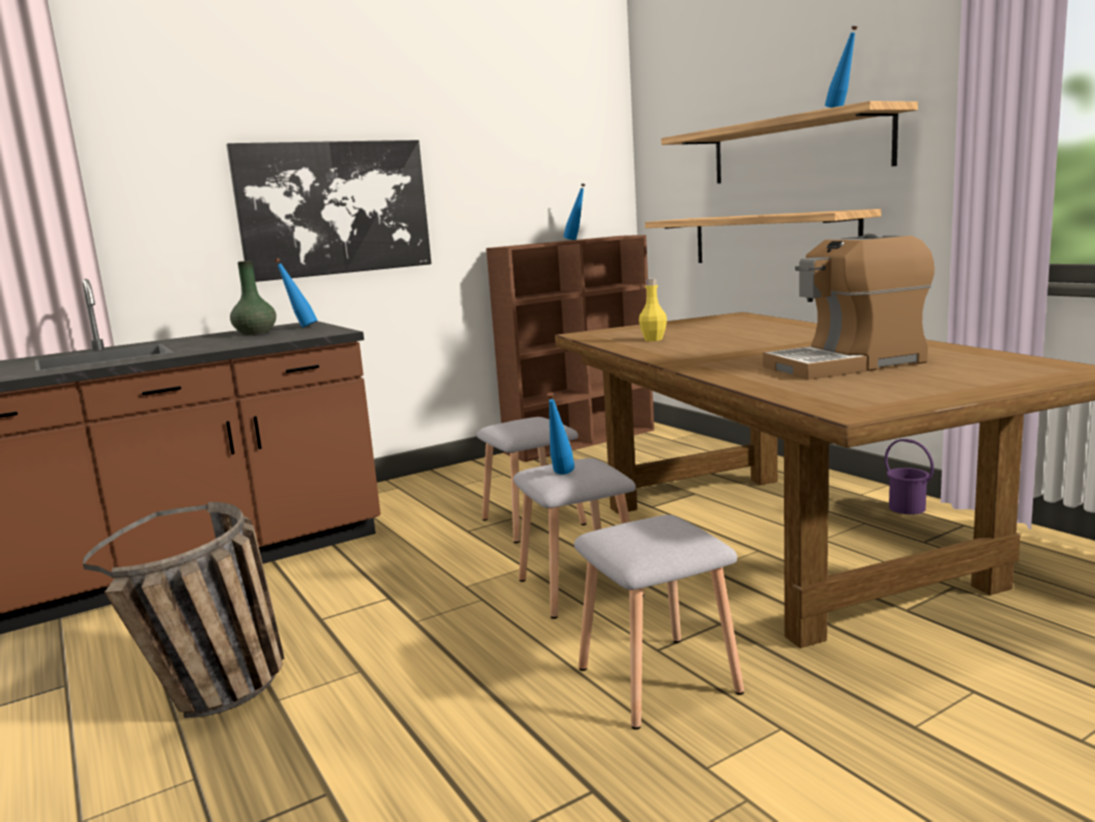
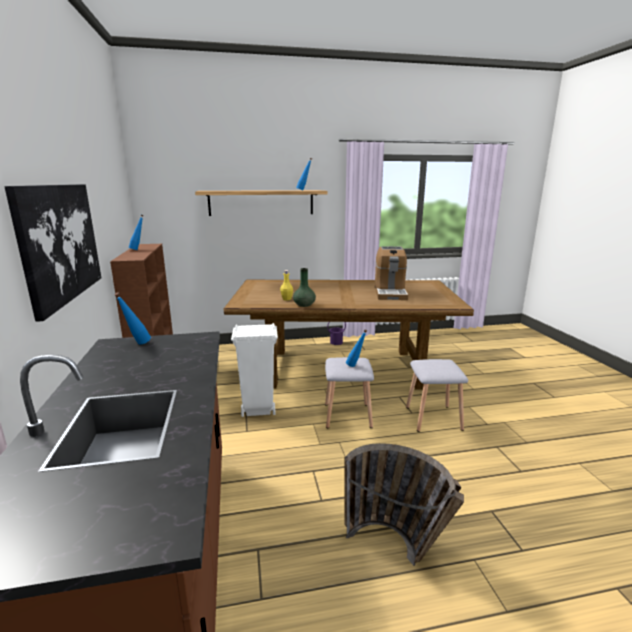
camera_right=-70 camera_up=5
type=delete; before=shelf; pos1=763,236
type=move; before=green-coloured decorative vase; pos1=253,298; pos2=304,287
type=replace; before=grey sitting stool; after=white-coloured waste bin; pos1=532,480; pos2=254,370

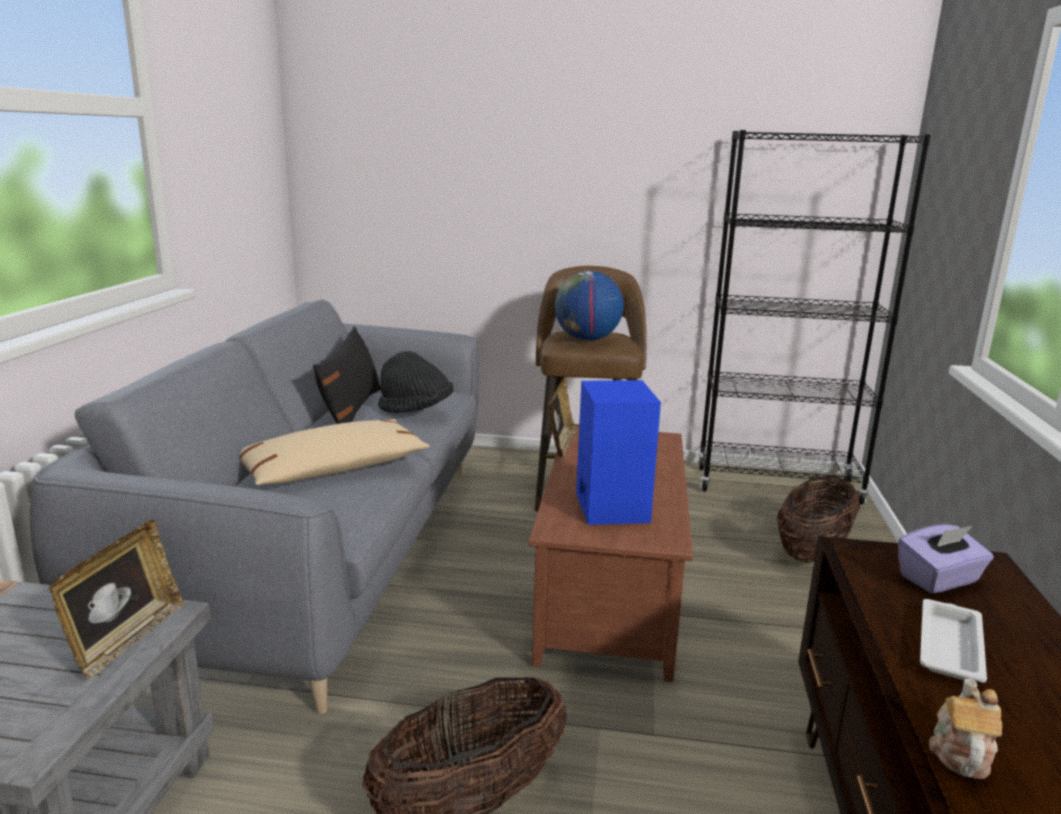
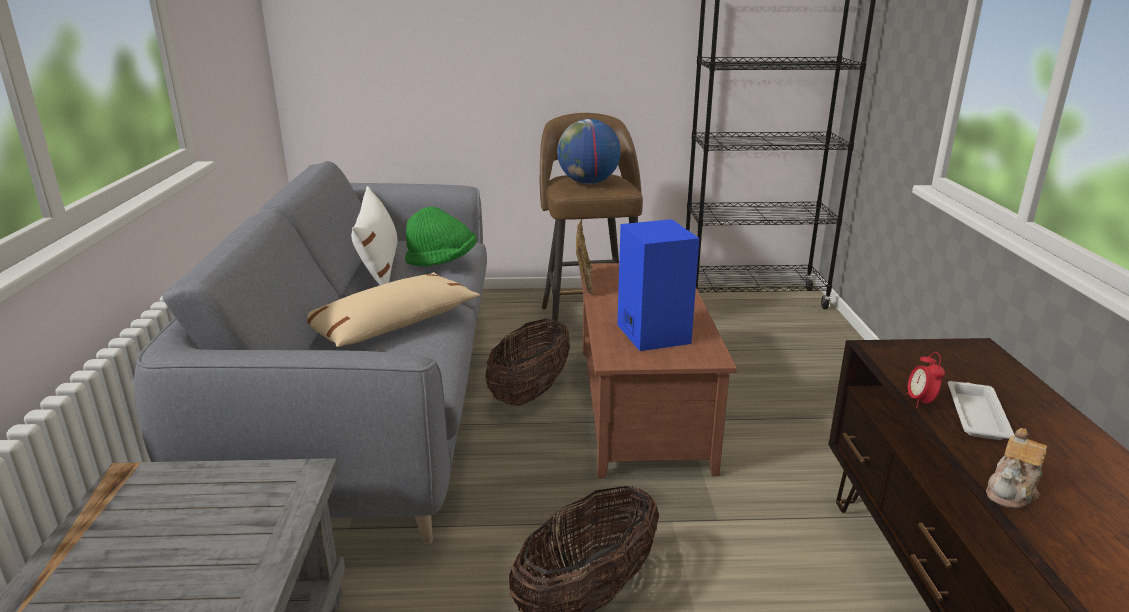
camera_right=-10 camera_up=5
type=delete; before=standing frame; pos1=117,600
type=delete; before=purplish tissue holder; pos1=946,558
type=insert; after=table clock; pos2=925,380
type=move; before=storage basket; pos1=818,519; pos2=527,362
type=recolor; before=black-coloured throw pillow; after=white-coloured throw pillow; pos1=347,375; pos2=374,235
type=recolor; before=black-coloured clothing hat; after=green-coloured clothing hat; pos1=416,382; pos2=440,236
type=rotate; before=teapot; pos1=965,728; pos2=1016,468; turn=-150

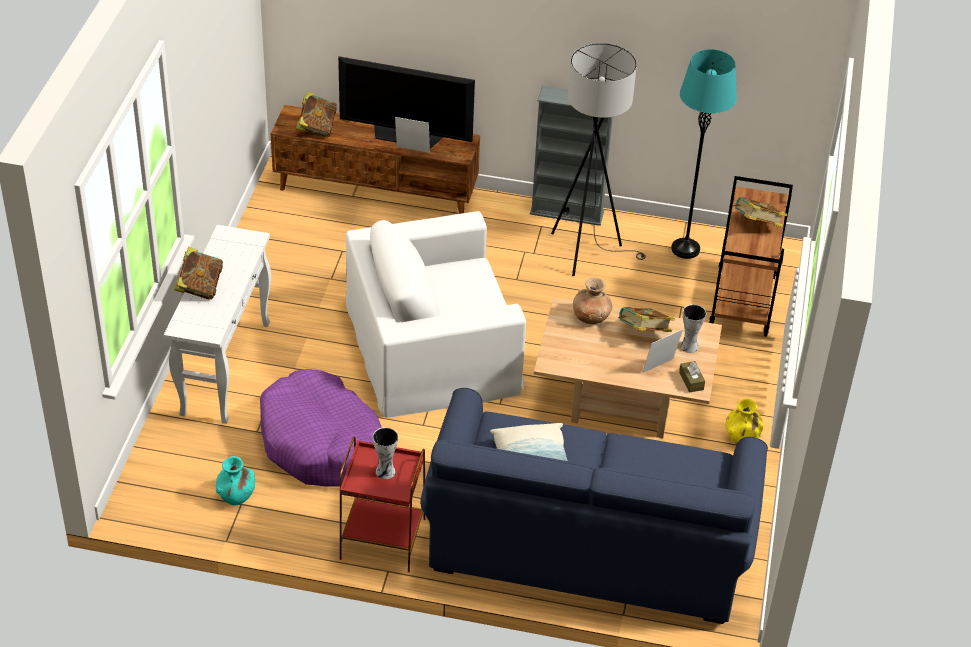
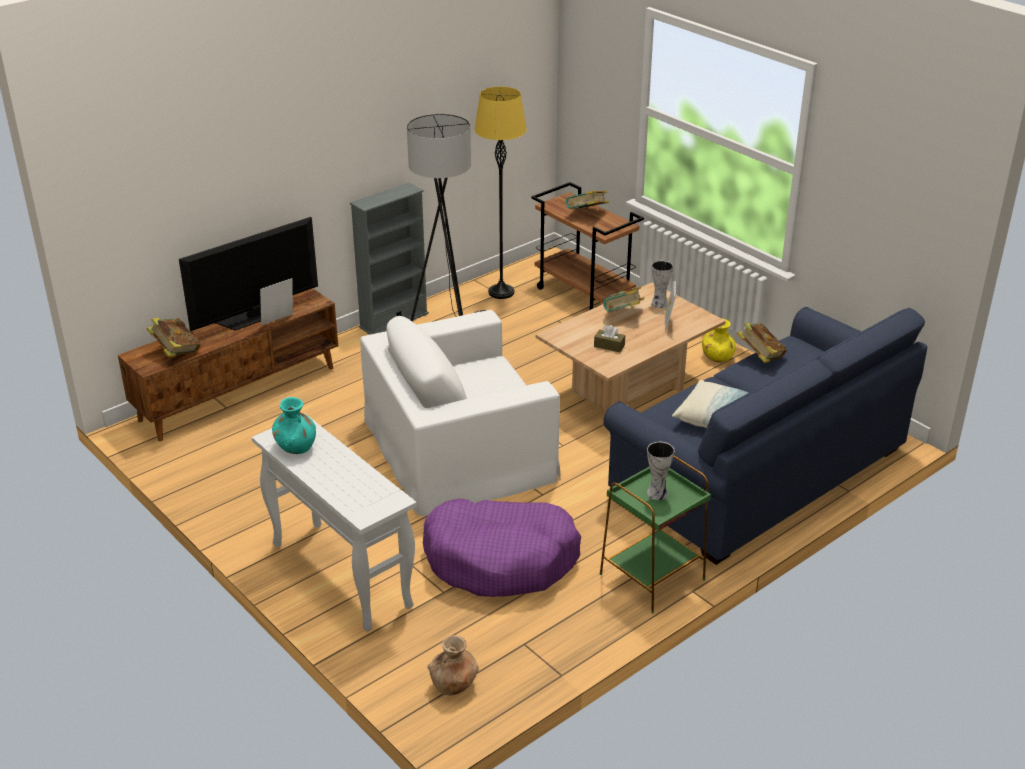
camera_right=-50 camera_up=-10
type=move; before=volume; pos1=198,273; pos2=761,343
type=move; before=blue-green decorative vase; pos1=235,481; pos2=294,425
type=move; before=brown-coloured decorative vase; pos1=592,301; pos2=453,665
type=move; before=brown-coloured tissue holder; pos1=692,377; pos2=609,338
type=recolor; before=reddish end table; after=green-coloured end table; pos1=382,504; pos2=655,534
type=recolor; before=blue-green floor lamp; after=yellowish floor lamp; pos1=704,154; pos2=500,192
type=rotate; before=white-coloured lounge chair; pos1=436,314; pos2=460,413; turn=45

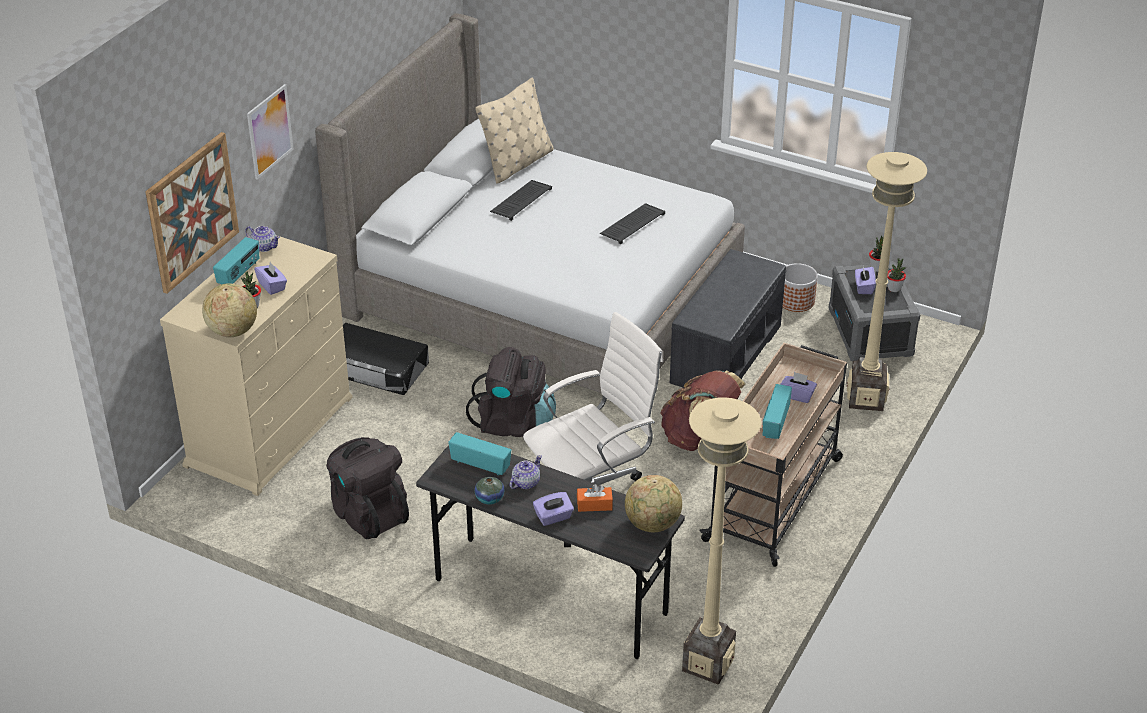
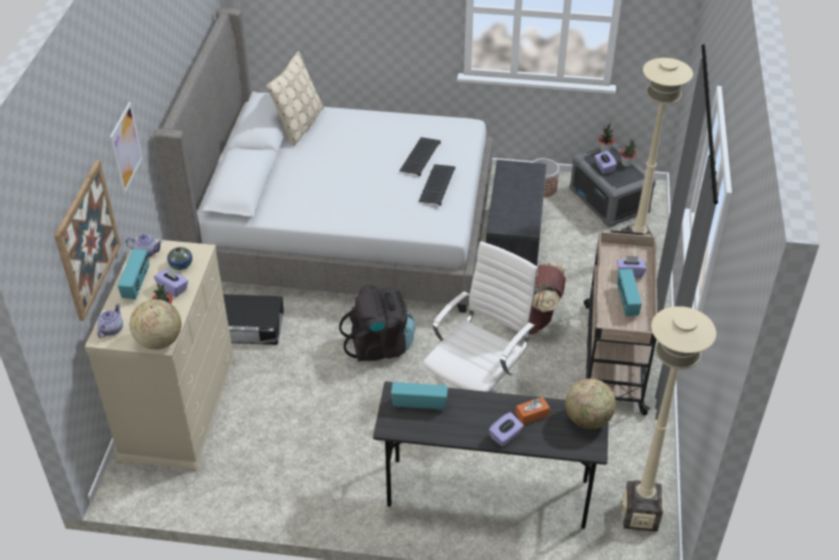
camera_right=-20 camera_up=5
type=delete; before=black-coloured rucksack; pos1=367,488
type=move; before=decorative vase; pos1=490,491; pos2=179,258
type=move; before=PC keyboard; pos1=521,200; pos2=437,185
type=move; before=teapot; pos1=526,472; pos2=110,320

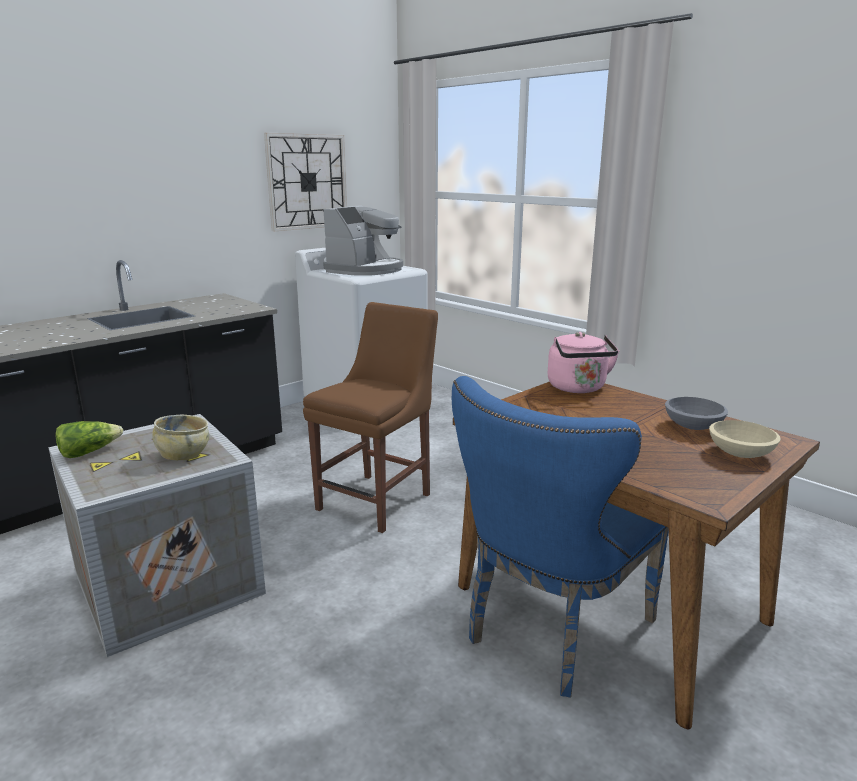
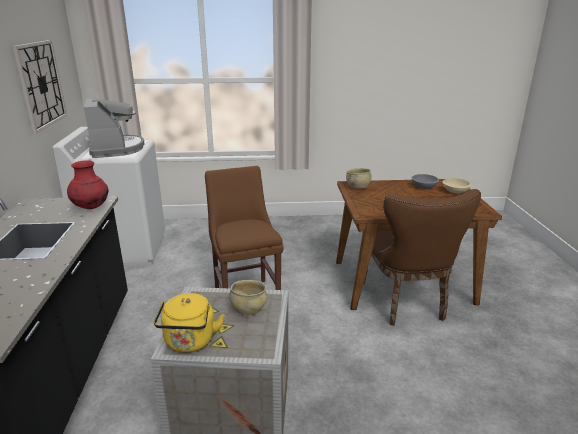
camera_right=-50 camera_up=5
type=insert; after=reddish decorative vase; pos2=87,184
type=replace; before=lettuce head; after=yellowish tea kettle; pos1=89,439; pos2=189,323
type=replace; before=pink tea kettle; after=beige-coloured serving bowl; pos1=583,362; pos2=359,178
type=recolor; before=blue-coloured chair; after=brown-coloured chair; pos1=560,537; pos2=422,257

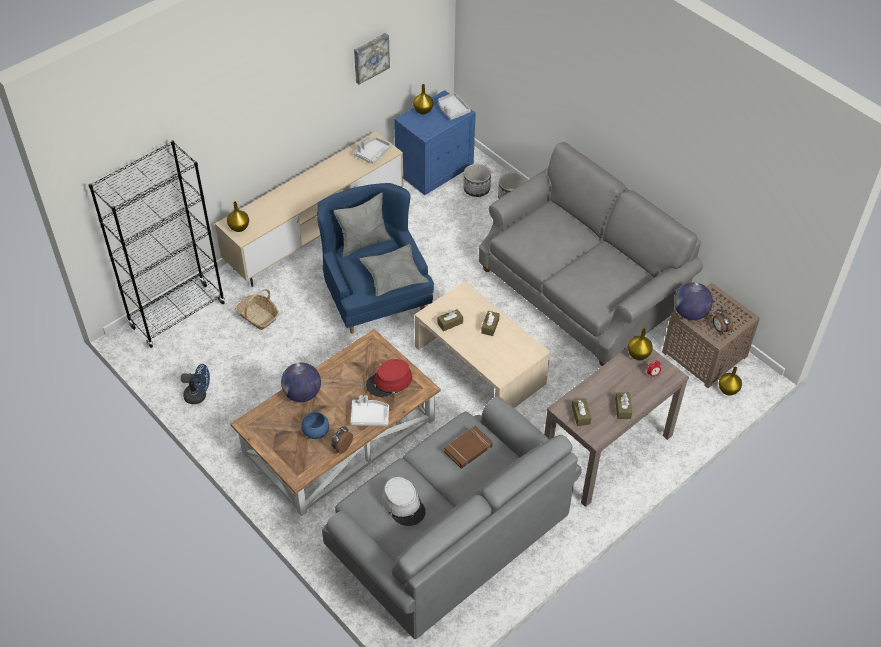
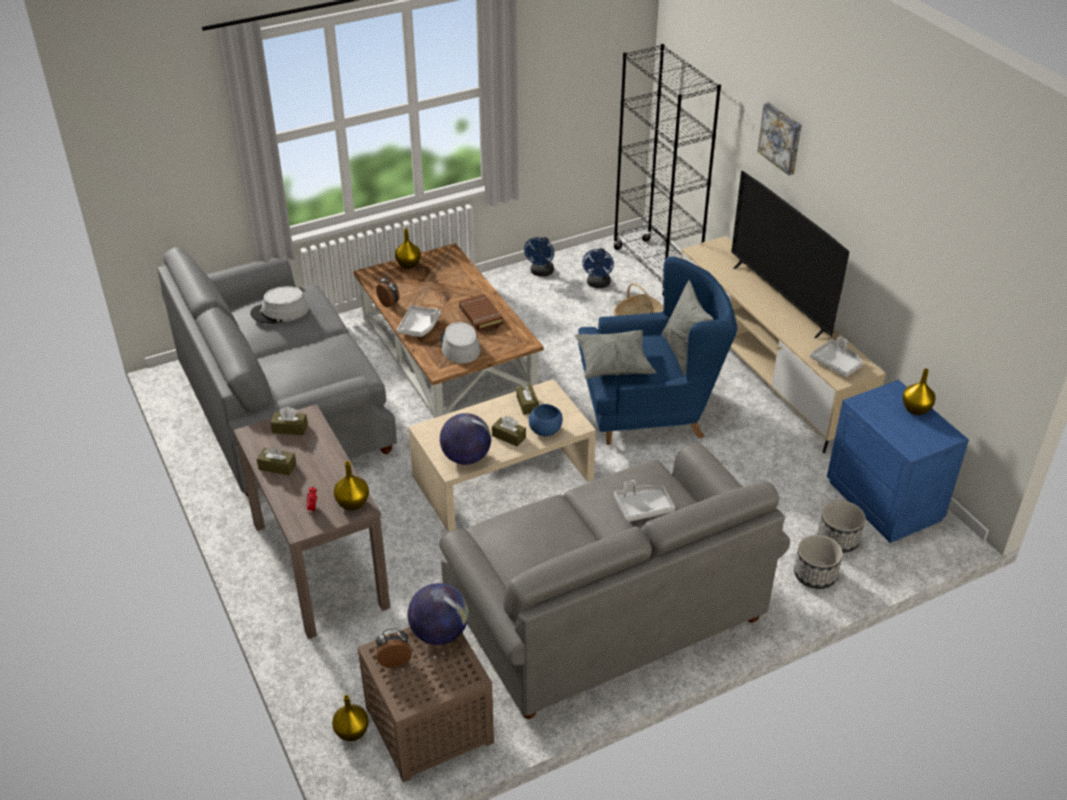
camera_right=105 camera_up=-10
type=insert; after=blue-coloured cooling fan; pos2=598,268
type=insert; after=TV set; pos2=790,254
type=move; before=yellowish decorative vase; pos1=238,216; pos2=408,249
type=move; before=desk globe; pos1=301,382; pos2=465,439
type=move; before=blue-coloured serving bowl; pos1=315,425; pos2=546,420
type=move; before=wall picture; pos1=372,59; pos2=780,138
type=move; before=grey serving tray; pos1=455,106; pos2=644,501
type=move; before=brown-coloured volume; pos1=468,447; pos2=481,312
type=recolor; before=reddish clothing hat; after=grey clothing hat; pos1=389,378; pos2=460,343

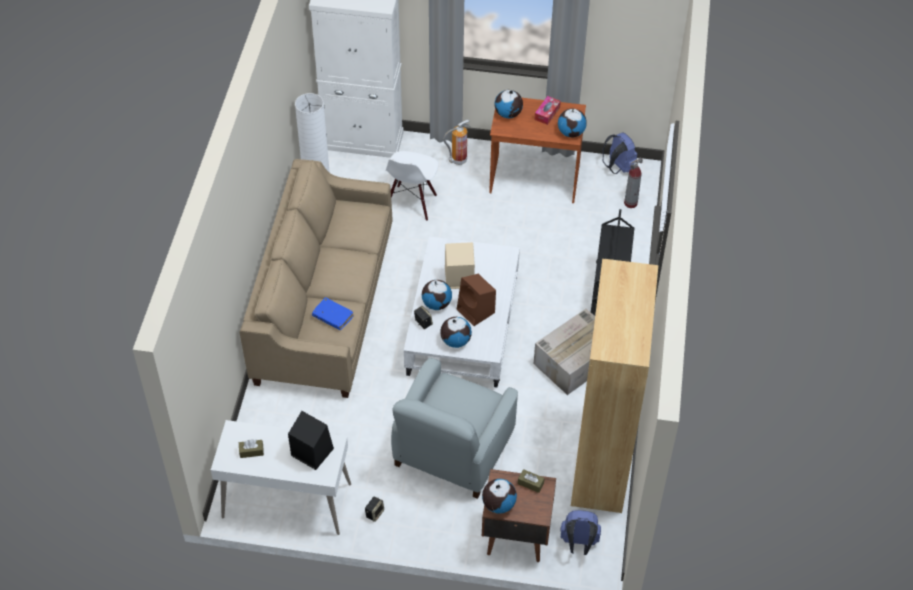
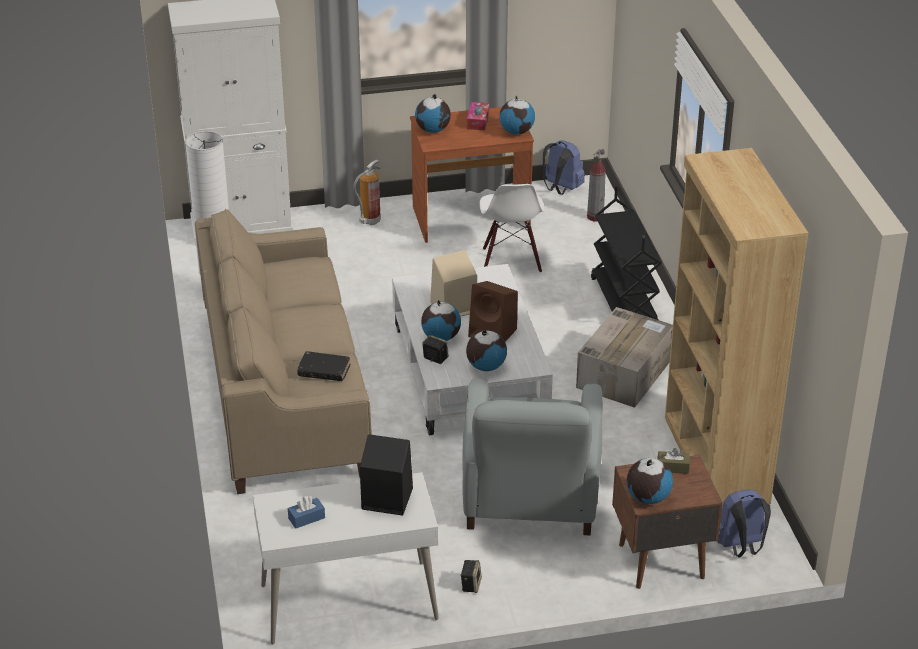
camera_right=-20 camera_up=-15
type=move; before=white-coloured chair; pos1=411,186; pos2=511,228
type=recolor; before=brown-coloured tissue holder; after=blue-coloured tissue holder; pos1=251,448; pos2=306,512
type=recolor; before=blue-coloured volume; after=black-coloured volume; pos1=333,313; pos2=323,366

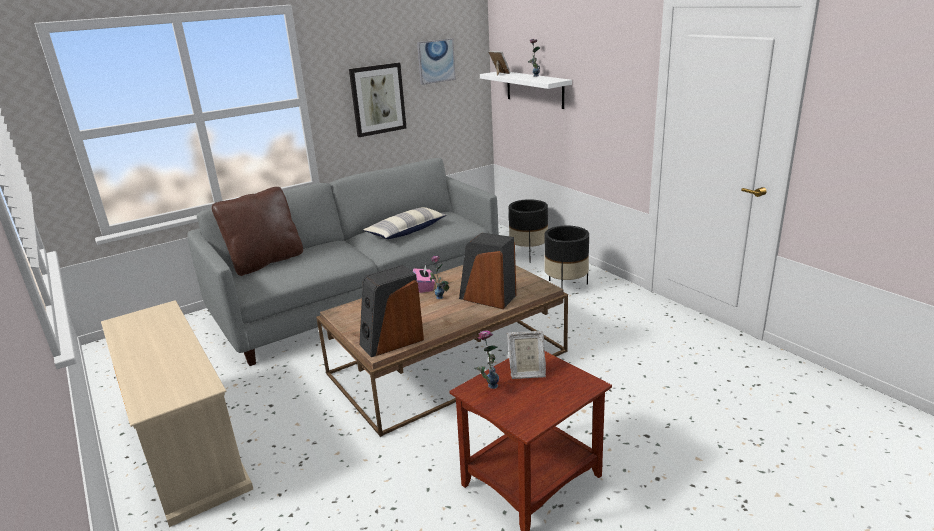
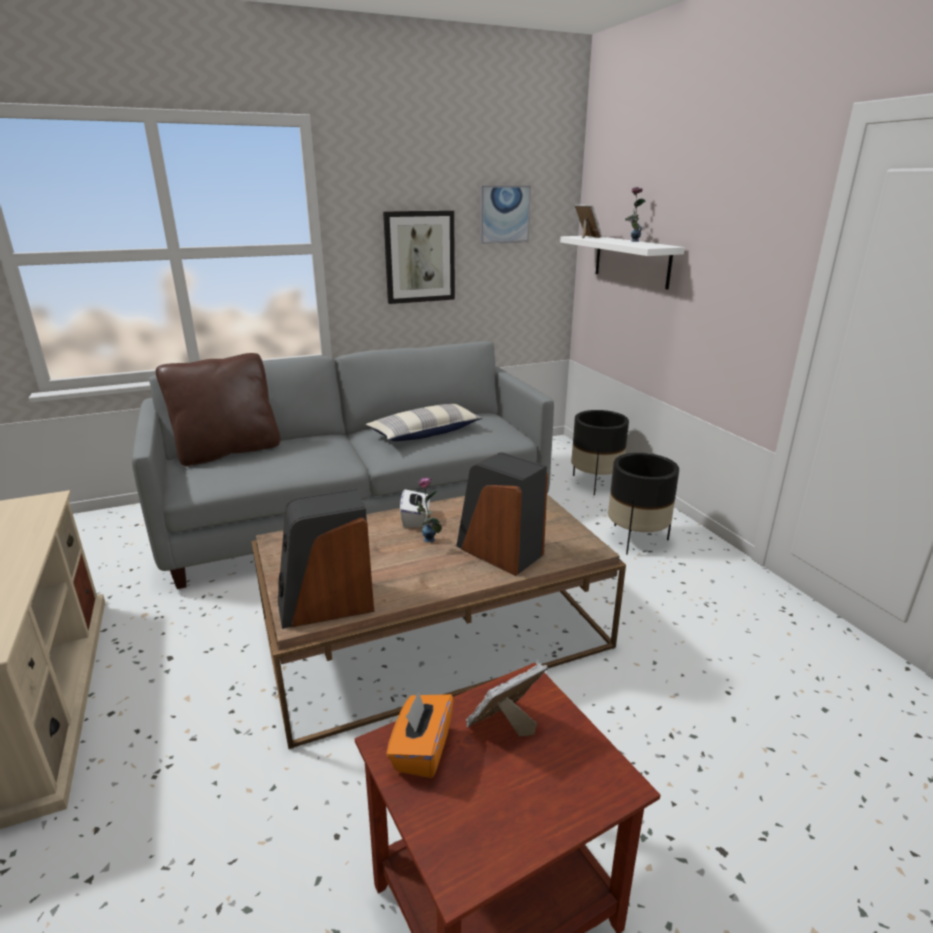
camera_right=10 camera_up=0
type=replace; before=decorative vase; after=orange-coloured tissue holder; pos1=486,360; pos2=420,734
type=recolor; before=pink tissue holder; after=white-coloured tissue holder; pos1=424,278; pos2=415,507
type=rotate; before=standing frame; pos1=526,355; pos2=507,700; turn=135

